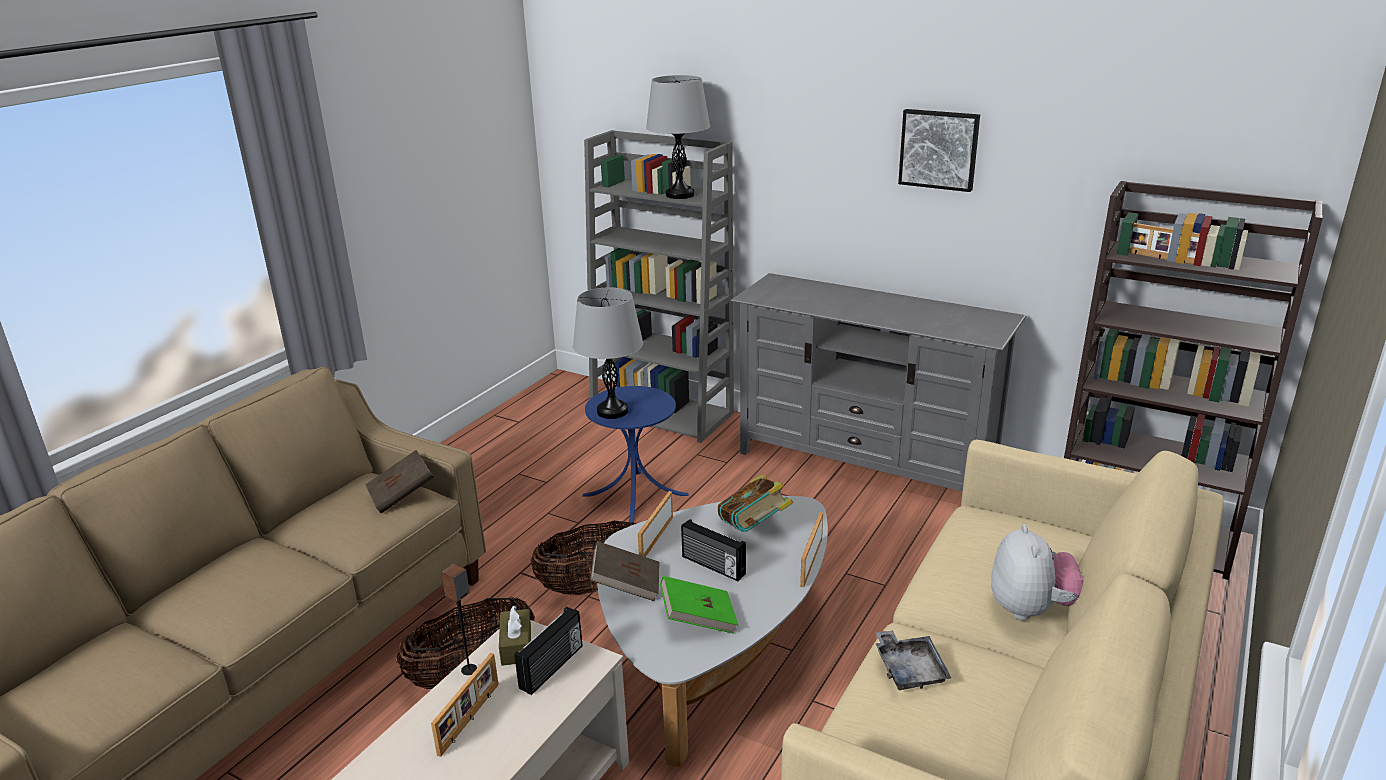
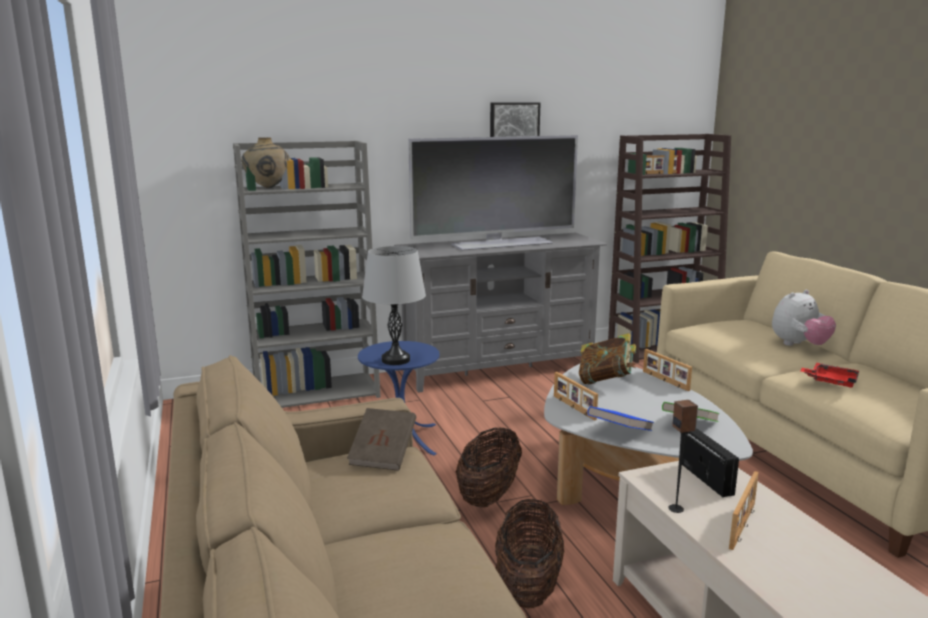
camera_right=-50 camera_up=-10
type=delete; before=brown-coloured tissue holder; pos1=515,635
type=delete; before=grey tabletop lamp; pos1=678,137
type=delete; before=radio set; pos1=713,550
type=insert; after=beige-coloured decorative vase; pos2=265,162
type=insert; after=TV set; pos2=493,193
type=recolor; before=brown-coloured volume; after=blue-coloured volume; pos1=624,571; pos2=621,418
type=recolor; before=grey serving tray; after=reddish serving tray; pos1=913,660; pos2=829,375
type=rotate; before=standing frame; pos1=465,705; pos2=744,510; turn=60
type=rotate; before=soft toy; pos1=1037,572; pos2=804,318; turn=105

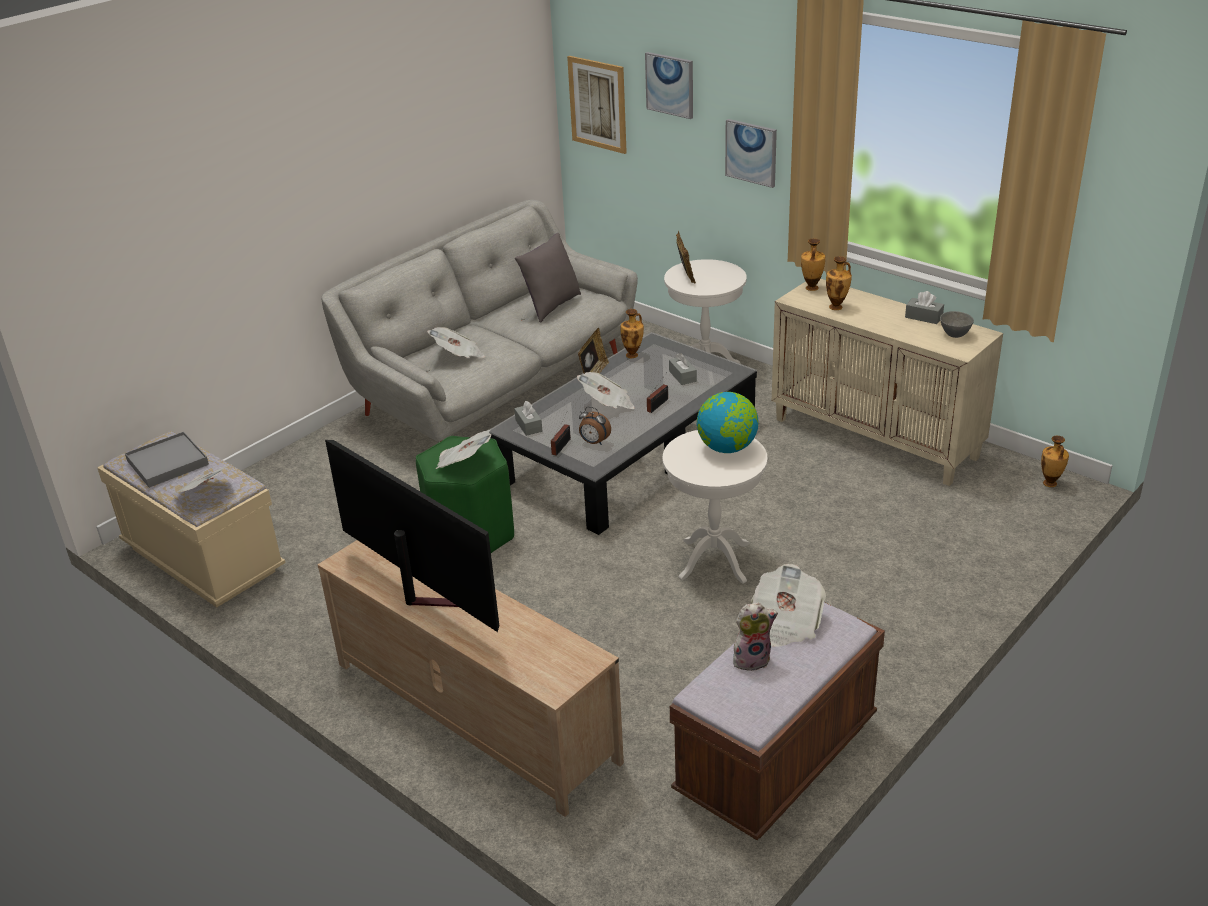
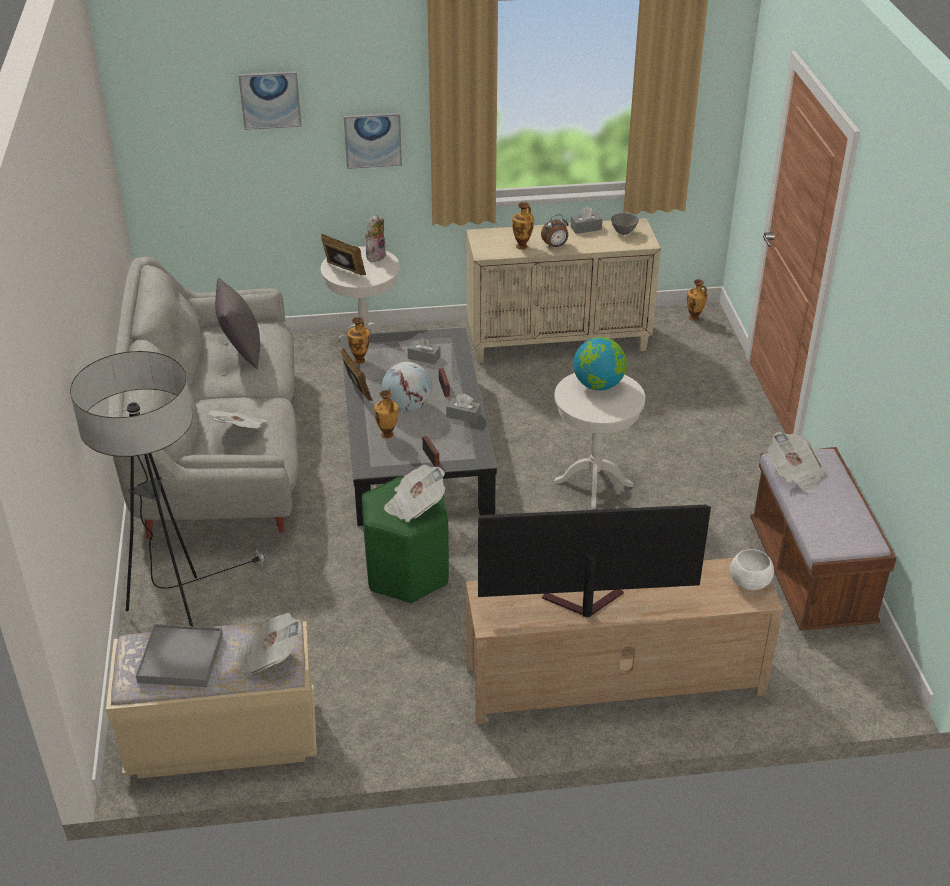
camera_right=-50 camera_up=5
type=delete; before=wall picture; pos1=597,105
type=insert; after=floor lamp; pos2=169,488
type=insert; after=white-coloured serving bowl; pos2=752,570
type=move; before=grey tissue holder; pos1=528,418; pos2=463,408
type=move; before=table clock; pos1=595,425; pos2=555,231
type=move; before=soft toy; pos1=755,637; pos2=375,238
type=move; before=decorative vase; pos1=813,264; pos2=386,414
type=replace; before=daily paper; after=desk globe; pos1=605,390; pos2=407,387

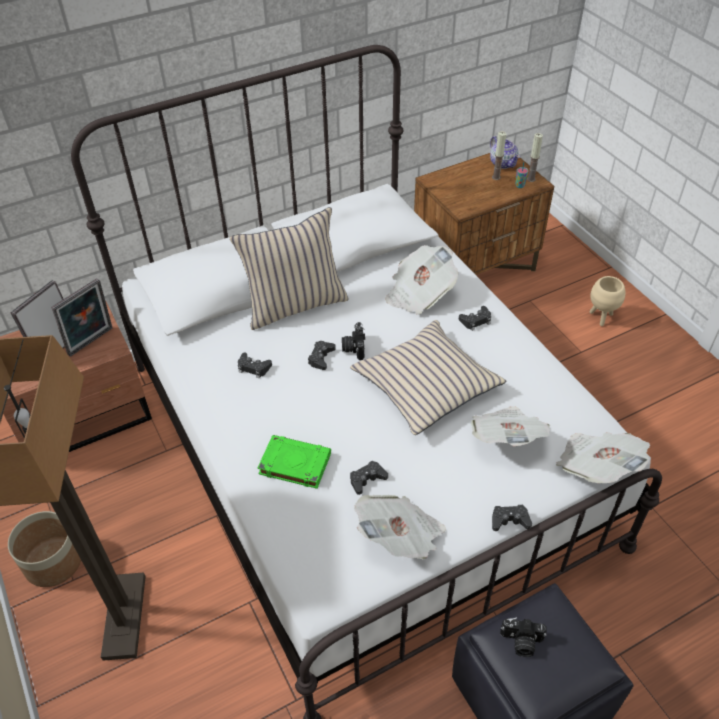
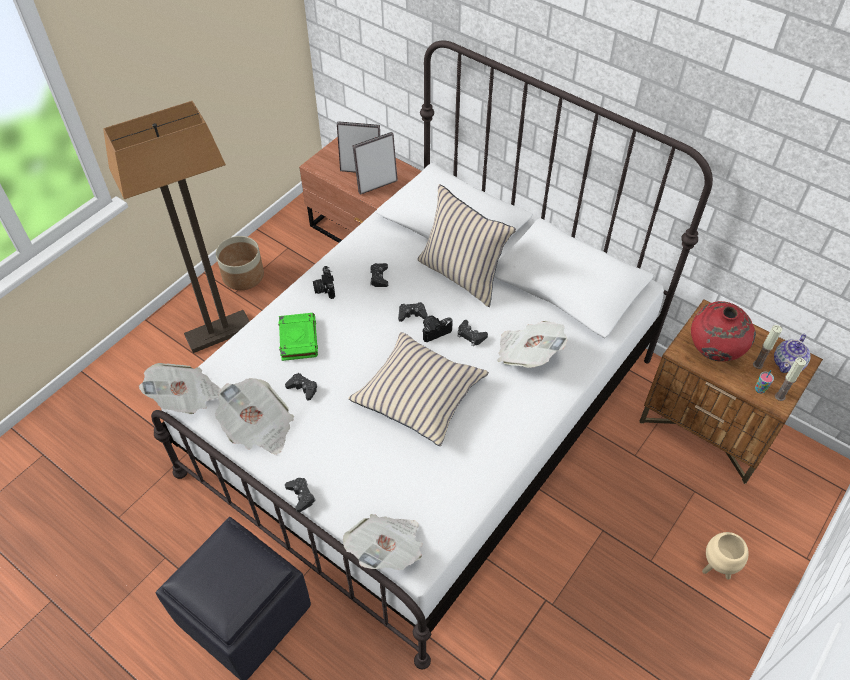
camera_right=65 camera_up=5
type=insert; after=reddish decorative vase; pos2=723,331
type=move; before=black-coloured joypad; pos1=475,318; pos2=473,333
type=move; before=daily paper; pos1=510,426; pos2=180,388
type=move; before=still camera; pos1=523,637; pos2=324,282
type=rotate; before=standing frame; pos1=81,317; pos2=375,163; turn=135

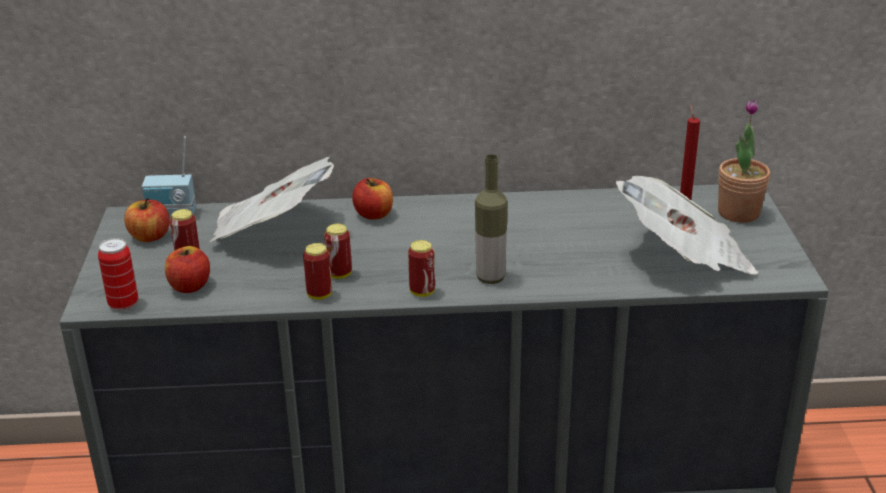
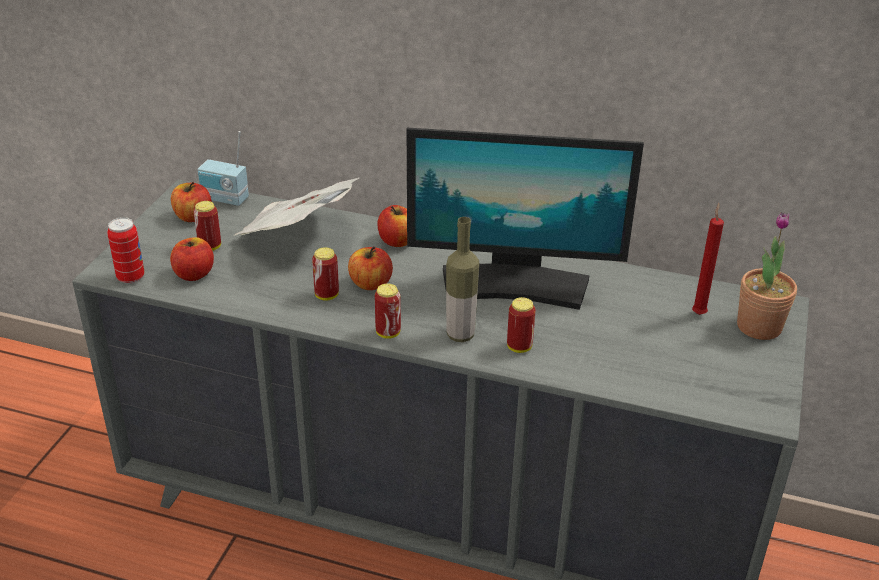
camera_right=20 camera_up=5
type=delete; before=daily paper; pos1=687,225
type=insert; after=whole apple; pos2=370,268
type=insert; after=monitor; pos2=525,219
type=move; before=metal can; pos1=317,271; pos2=521,325

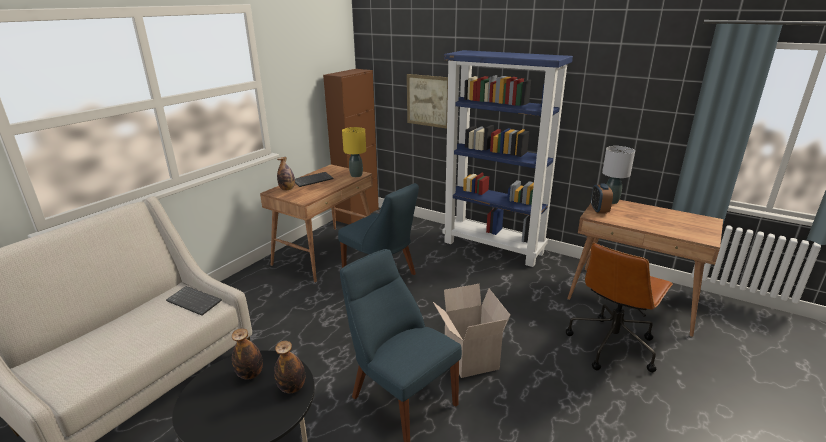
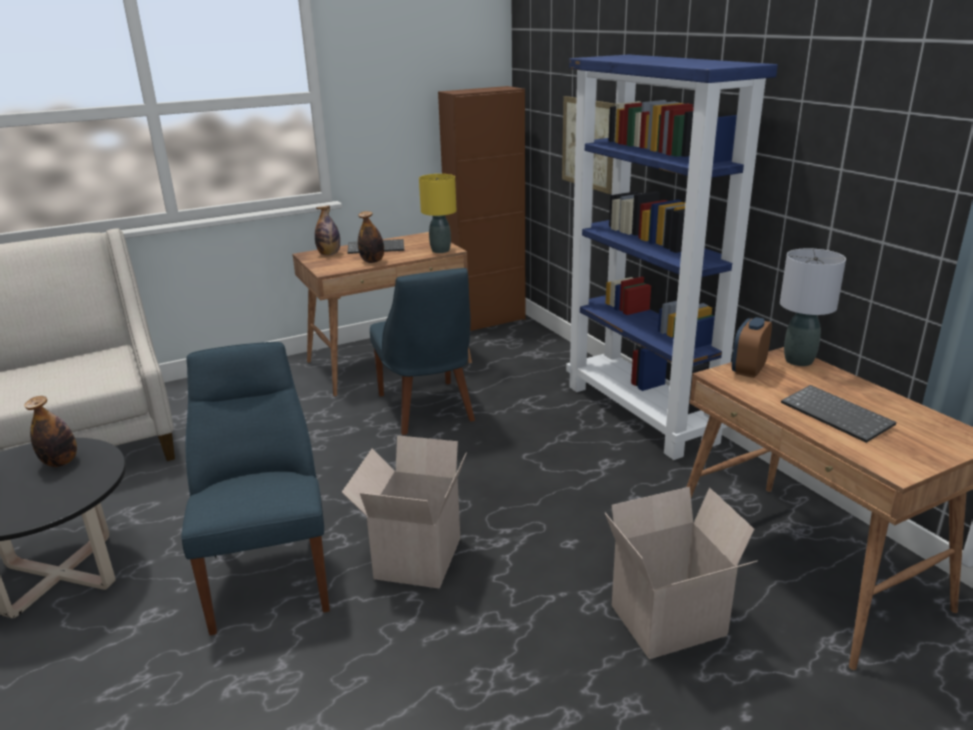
camera_right=30 camera_up=0
type=move; before=PC keyboard; pos1=194,301; pos2=838,414
type=move; before=beverage bottle; pos1=289,367; pos2=371,237
type=replace; before=brown-coloured office chair; after=packing box; pos1=619,308; pos2=681,573

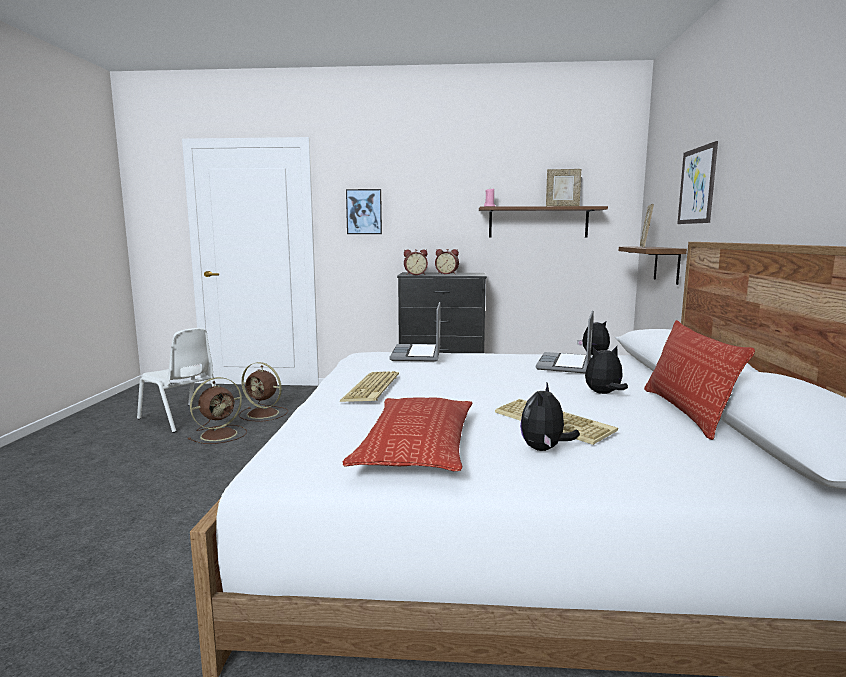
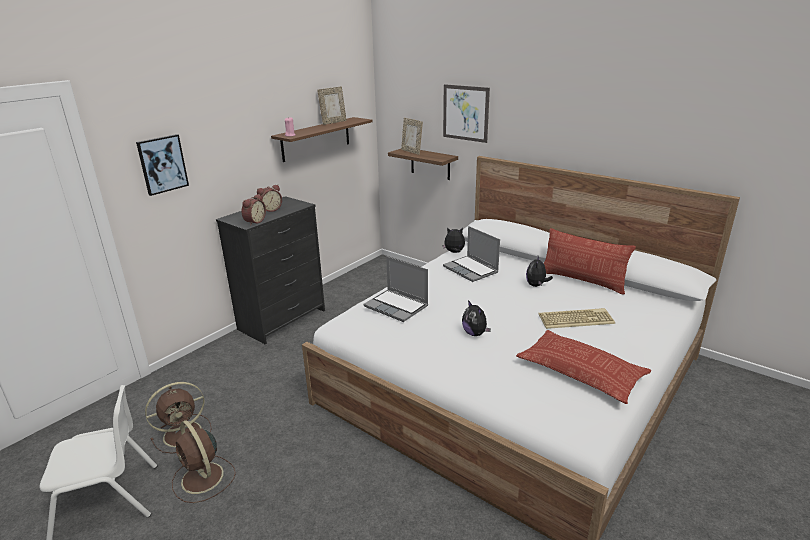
camera_right=-55 camera_up=15
type=delete; before=PC keyboard; pos1=369,386
type=move; before=soft toy; pos1=550,417; pos2=476,318
type=rotate; before=brown-coloured cooling fan; pos1=217,410; pos2=204,461; turn=150

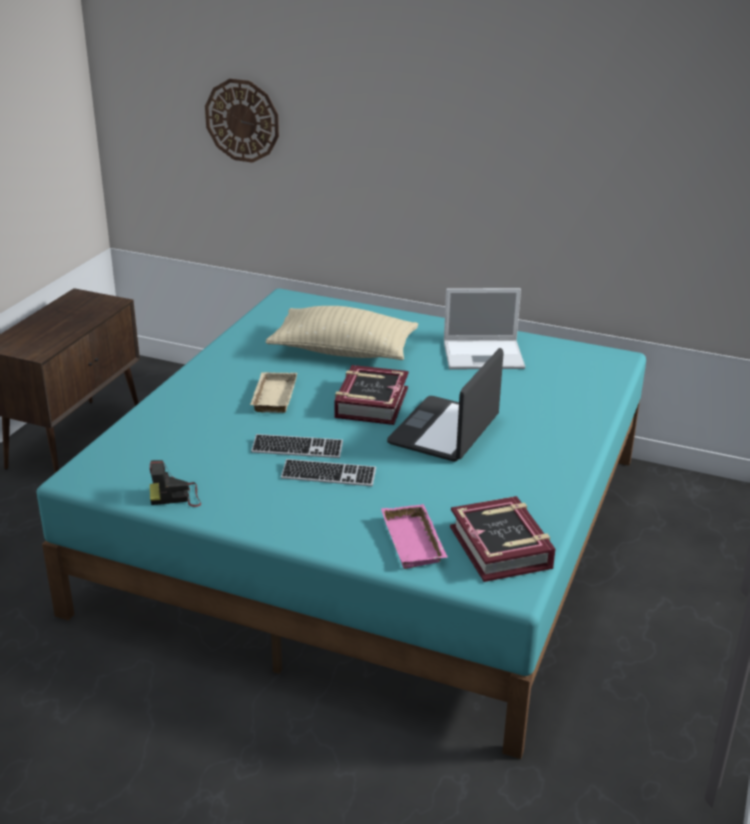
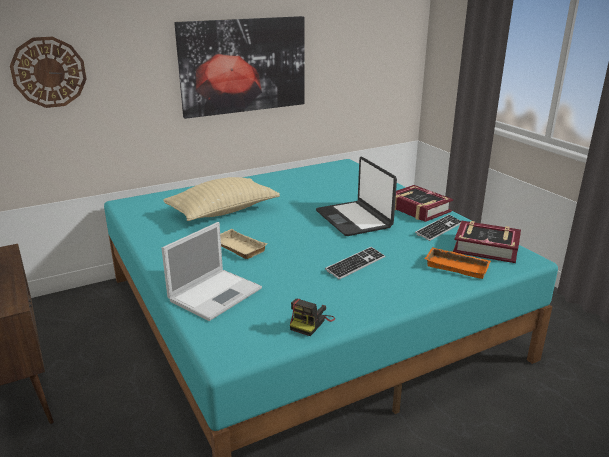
camera_right=-50 camera_up=-5
type=insert; after=wall picture; pos2=239,67
type=move; before=PC keyboard; pos1=297,446; pos2=438,228
type=move; before=volume; pos1=371,395; pos2=424,203
type=move; before=notebook computer; pos1=484,328; pos2=211,271
type=recolor; before=pink serving tray; after=orange-coloured serving tray; pos1=414,536; pos2=458,263

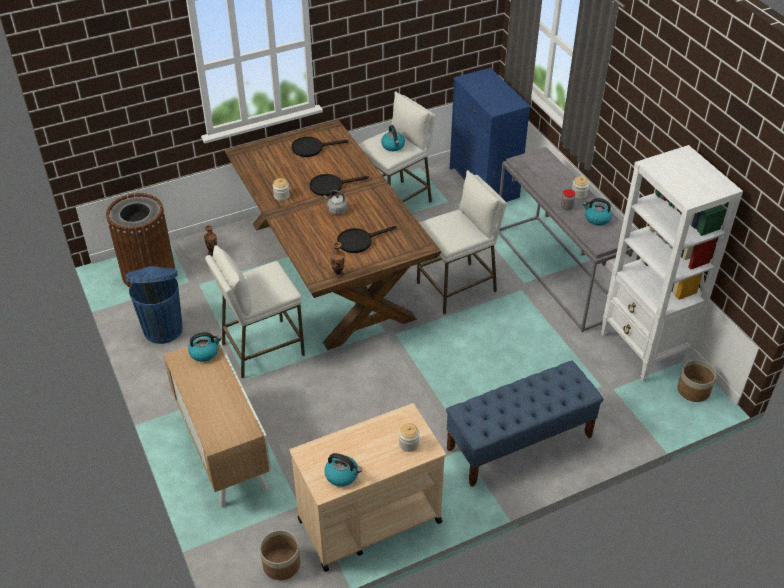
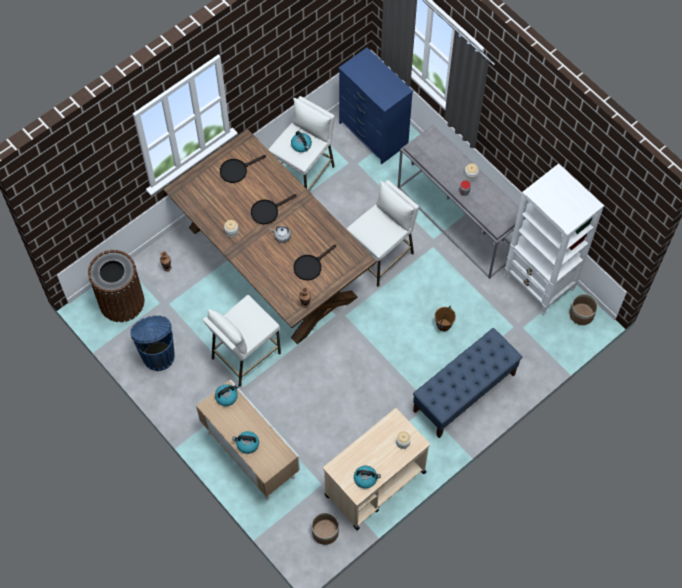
camera_right=-15 camera_up=20
type=insert; after=brown-coloured water bucket; pos2=445,318
type=move; before=tea kettle; pos1=597,212; pos2=245,442

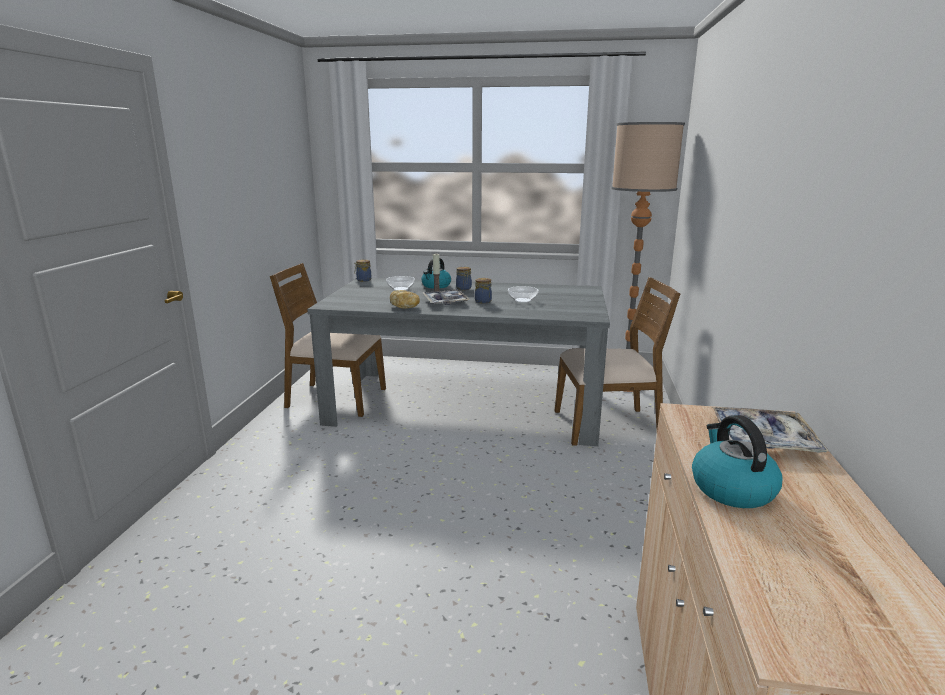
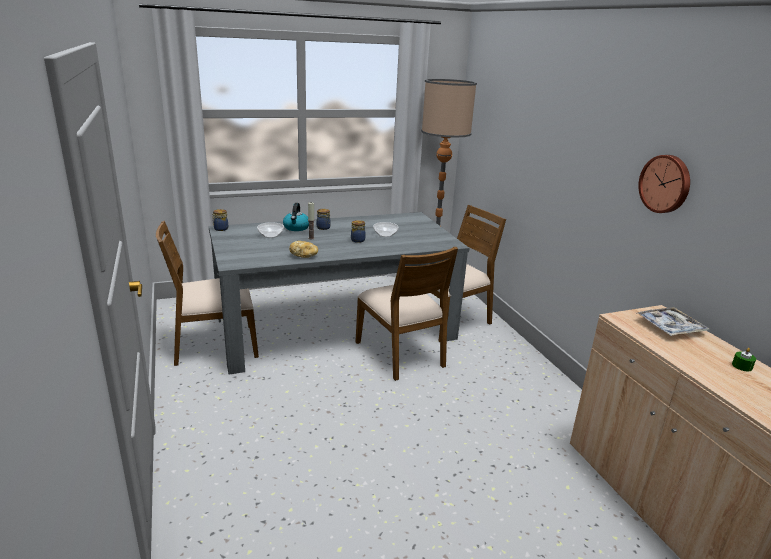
camera_right=-30 camera_up=5
type=delete; before=serving tray; pos1=446,297
type=delete; before=tea kettle; pos1=737,461
type=insert; after=brown-coloured chair; pos2=406,314
type=insert; after=clock on the wall; pos2=664,184
type=insert; after=green-coloured candle; pos2=744,360

